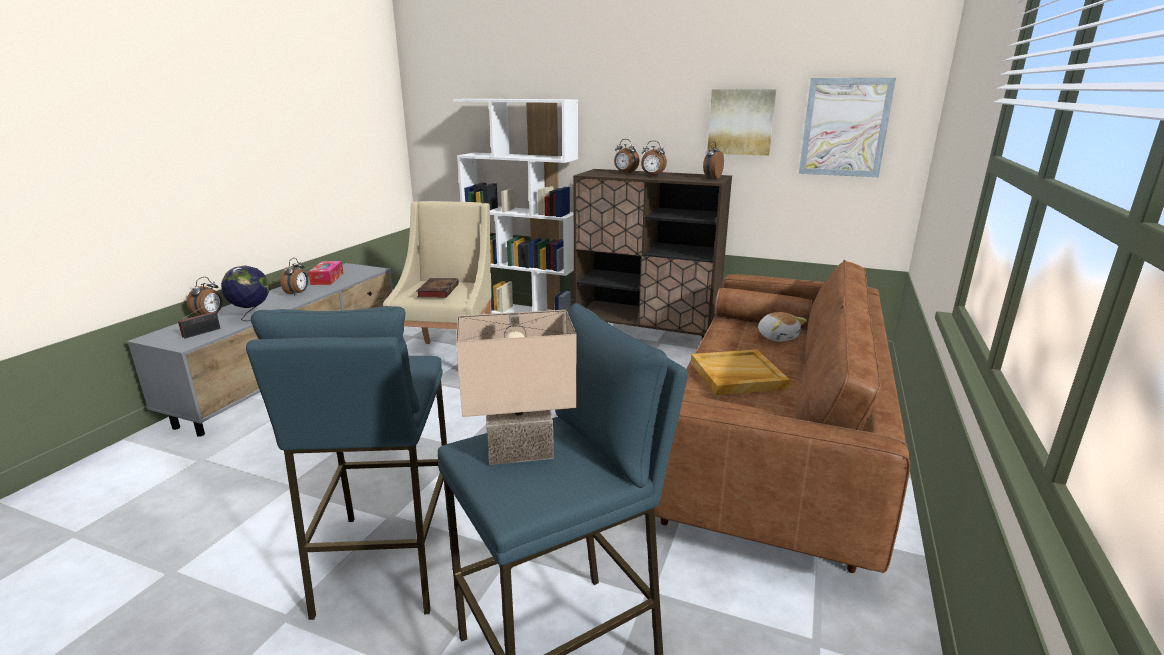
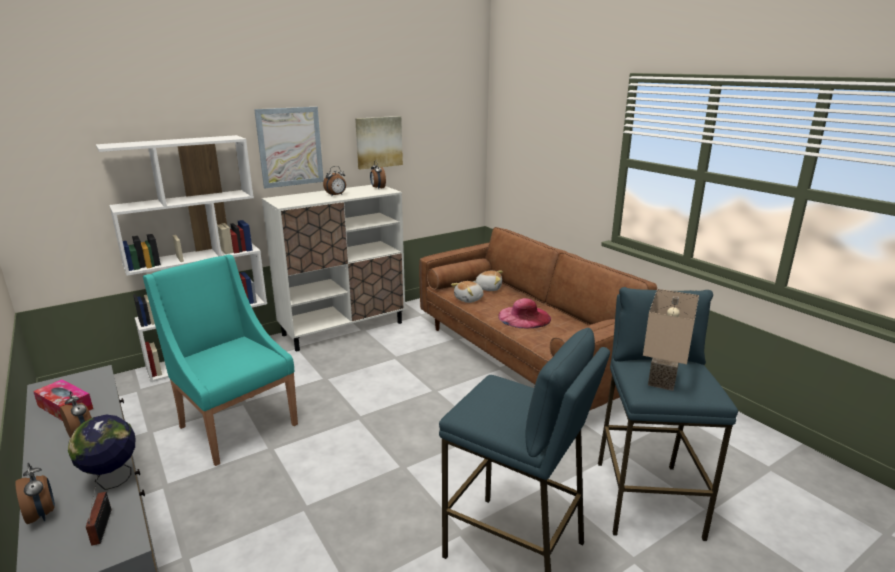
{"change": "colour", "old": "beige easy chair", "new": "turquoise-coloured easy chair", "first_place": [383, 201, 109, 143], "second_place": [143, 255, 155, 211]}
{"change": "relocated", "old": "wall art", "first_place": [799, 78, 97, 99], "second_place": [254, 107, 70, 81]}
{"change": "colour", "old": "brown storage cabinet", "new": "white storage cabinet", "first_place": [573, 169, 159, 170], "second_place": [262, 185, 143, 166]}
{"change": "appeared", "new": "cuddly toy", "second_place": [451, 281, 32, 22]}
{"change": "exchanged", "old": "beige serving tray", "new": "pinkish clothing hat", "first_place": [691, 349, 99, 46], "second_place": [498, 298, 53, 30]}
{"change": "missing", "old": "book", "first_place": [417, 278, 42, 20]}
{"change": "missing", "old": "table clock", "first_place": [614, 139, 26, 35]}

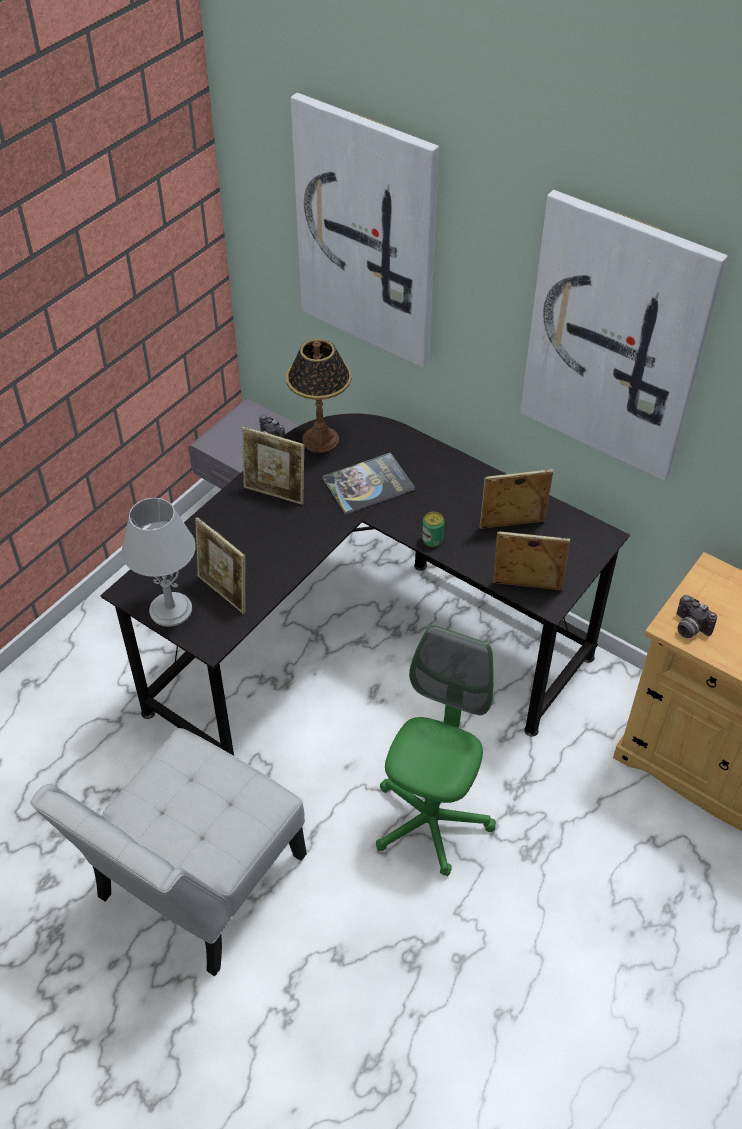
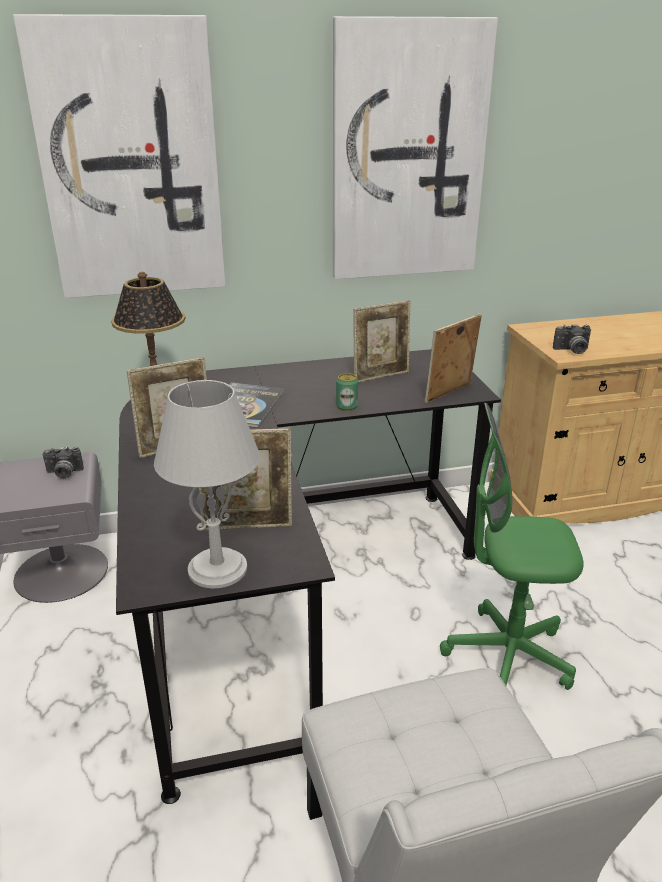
{"change": "spun", "old": "picture frame", "first_place": [479, 469, 74, 60], "second_place": [353, 300, 58, 83], "degrees": -150}
{"change": "spun", "old": "green-coloured desk chair", "first_place": [376, 625, 120, 251], "second_place": [440, 403, 144, 287], "degrees": -60}

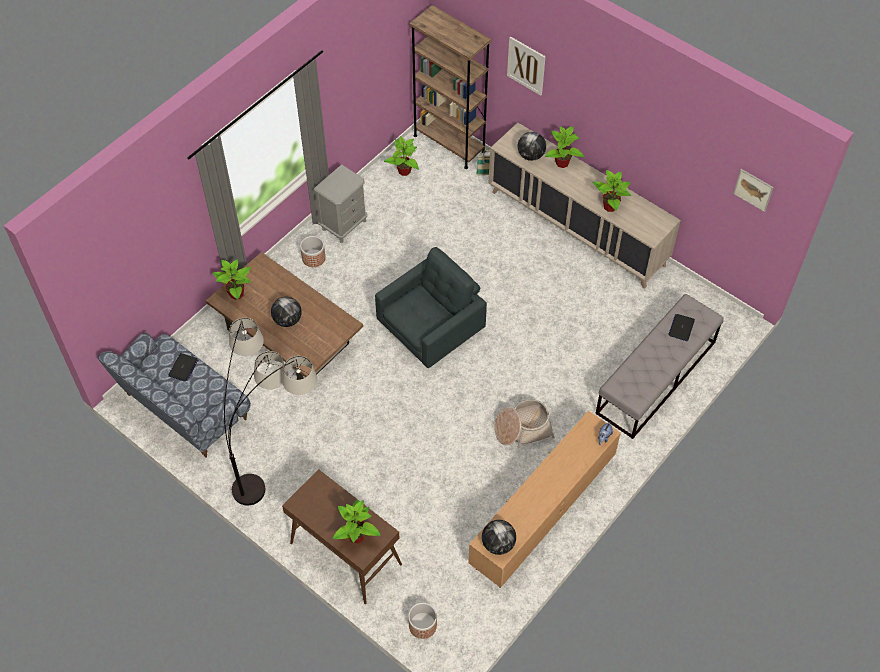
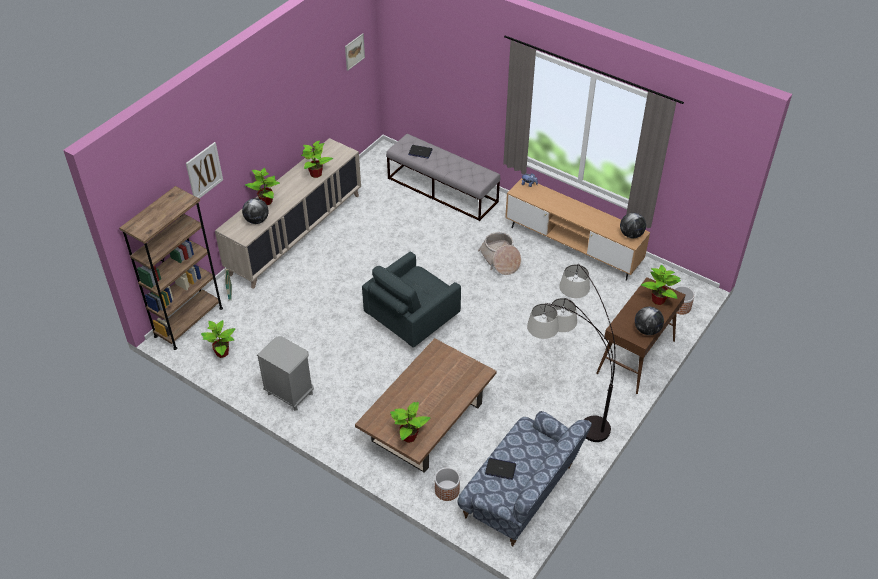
{"change": "spun", "old": "greyish easy chair", "first_place": [375, 247, 112, 121], "second_place": [362, 252, 99, 96], "degrees": -90}
{"change": "relocated", "old": "planter", "first_place": [300, 236, 25, 31], "second_place": [435, 467, 25, 34]}
{"change": "relocated", "old": "globe", "first_place": [271, 297, 31, 30], "second_place": [635, 307, 29, 28]}

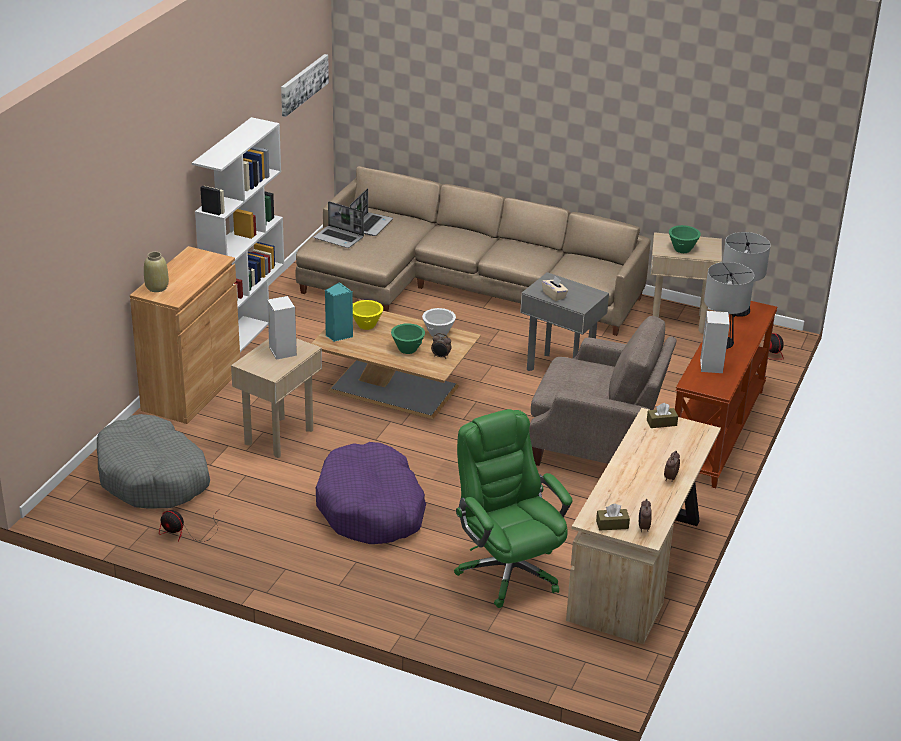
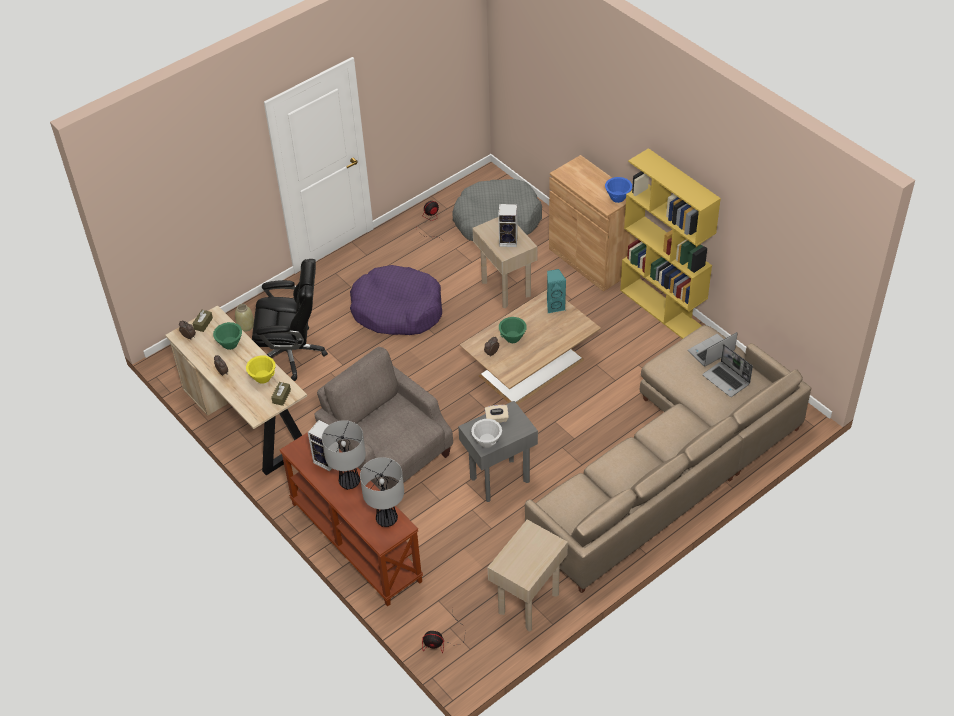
{"change": "relocated", "old": "green-coloured deep dish", "first_place": [669, 225, 32, 28], "second_place": [213, 322, 29, 28]}
{"change": "relocated", "old": "beige vase", "first_place": [144, 252, 25, 40], "second_place": [235, 304, 19, 28]}
{"change": "relocated", "old": "yellowish deep dish", "first_place": [353, 300, 30, 30], "second_place": [246, 356, 30, 28]}
{"change": "colour", "old": "green-coloured desk chair", "new": "blackish desk chair", "first_place": [454, 409, 119, 199], "second_place": [252, 259, 76, 122]}
{"change": "spun", "old": "beige easy chair", "first_place": [529, 316, 148, 150], "second_place": [314, 347, 139, 143], "degrees": 90}
{"change": "relocated", "old": "white deep dish", "first_place": [422, 308, 34, 29], "second_place": [471, 419, 31, 29]}
{"change": "appeared", "new": "blue-coloured deep dish", "second_place": [605, 177, 27, 26]}
{"change": "colour", "old": "white bookcase", "new": "yellowish bookcase", "first_place": [192, 117, 92, 235], "second_place": [620, 148, 101, 191]}
{"change": "missing", "old": "wall art", "first_place": [281, 54, 48, 63]}

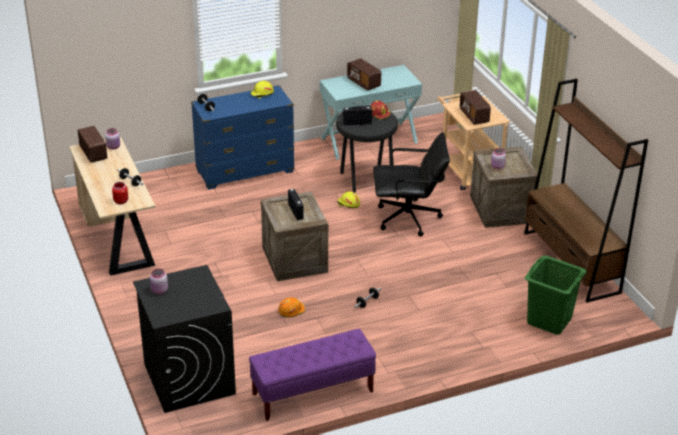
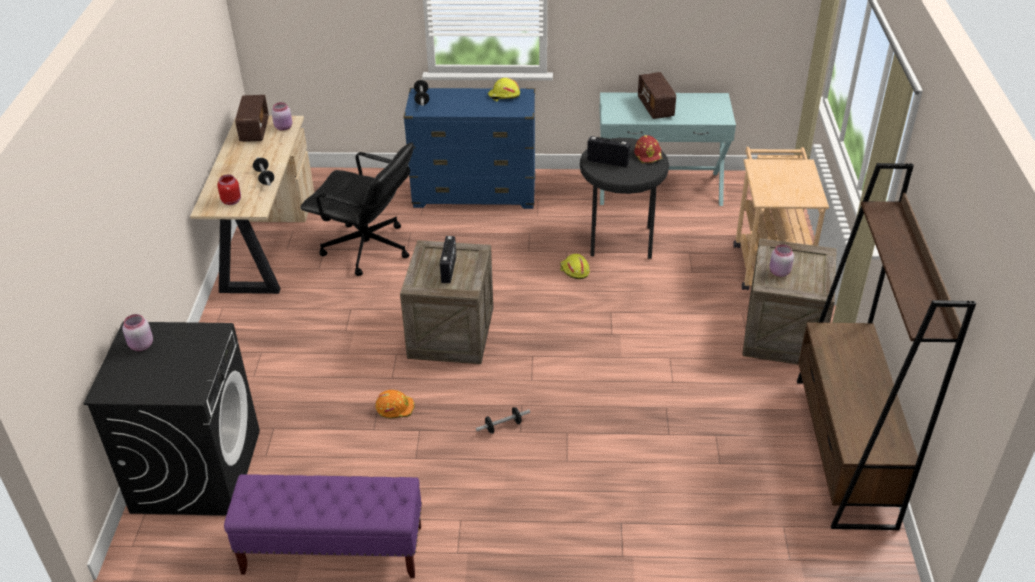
{"change": "relocated", "old": "blackish desk chair", "first_place": [373, 132, 77, 104], "second_place": [301, 143, 113, 133]}
{"change": "missing", "old": "radio set", "first_place": [460, 90, 31, 35]}
{"change": "missing", "old": "green-coloured laundry basket", "first_place": [525, 255, 61, 80]}

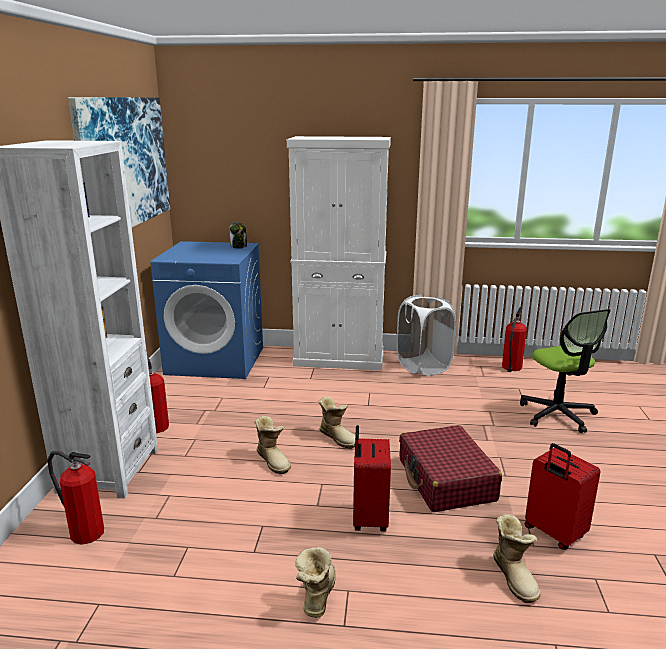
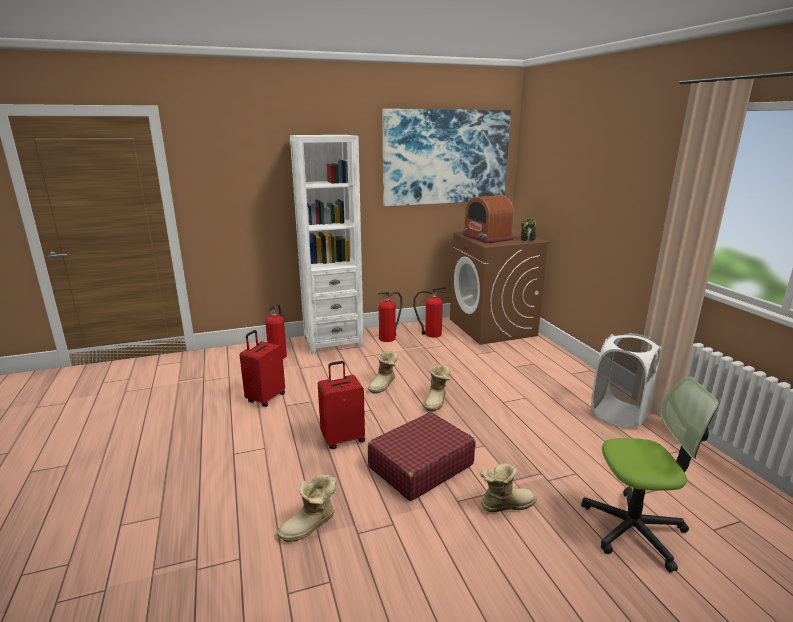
{"change": "relocated", "old": "red-coloured suitcase", "first_place": [525, 443, 75, 107], "second_place": [240, 330, 45, 77]}
{"change": "relocated", "old": "extinguisher", "first_place": [502, 307, 25, 65], "second_place": [413, 287, 33, 51]}
{"change": "colour", "old": "blue-coloured washing machine", "new": "brown washing machine", "first_place": [150, 241, 113, 138], "second_place": [450, 229, 100, 116]}
{"change": "appeared", "new": "radio set", "second_place": [463, 195, 51, 48]}
{"change": "relocated", "old": "tall boot", "first_place": [295, 547, 41, 71], "second_place": [480, 463, 57, 49]}
{"change": "spun", "old": "desk chair", "first_place": [520, 309, 91, 124], "second_place": [581, 377, 138, 195], "degrees": -135}
{"change": "missing", "old": "white storage cabinet", "first_place": [287, 136, 104, 234]}

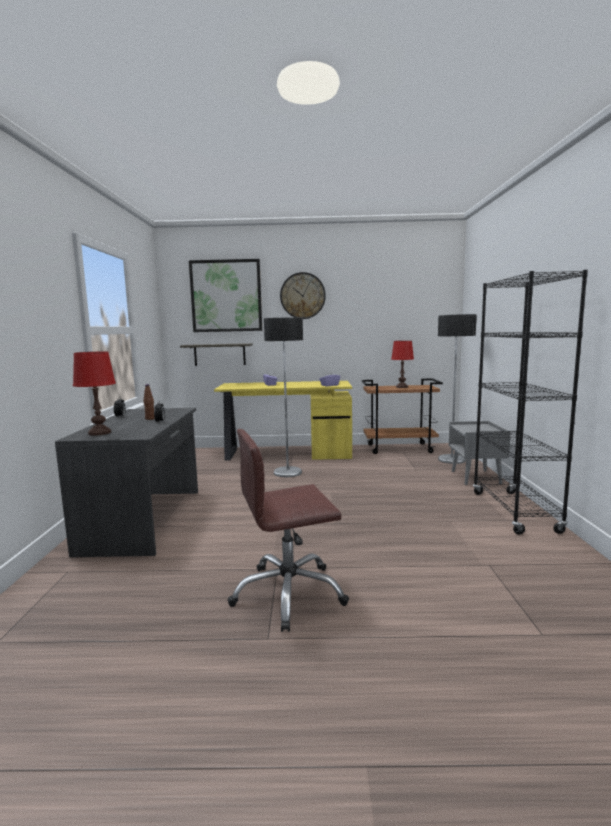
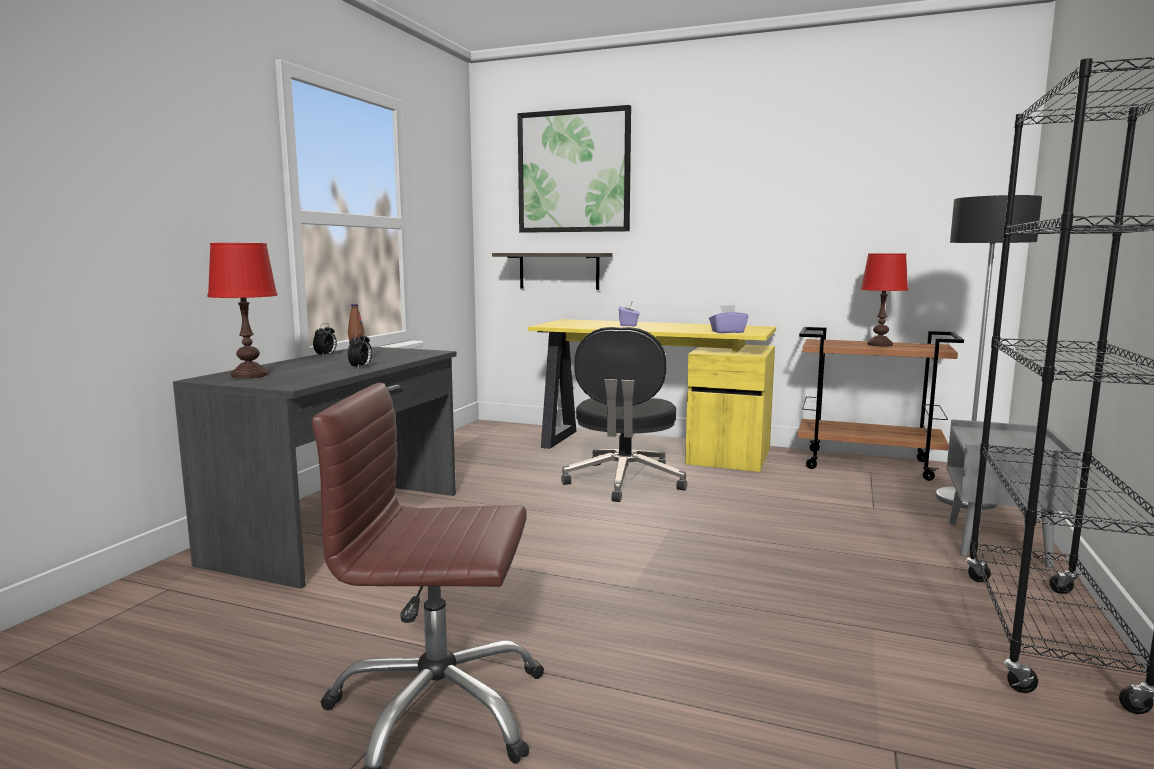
{"change": "exchanged", "old": "standing lamp", "new": "blackish desk chair", "first_place": [264, 317, 39, 160], "second_place": [561, 327, 126, 175]}
{"change": "missing", "old": "clock on the wall", "first_place": [280, 272, 46, 47]}

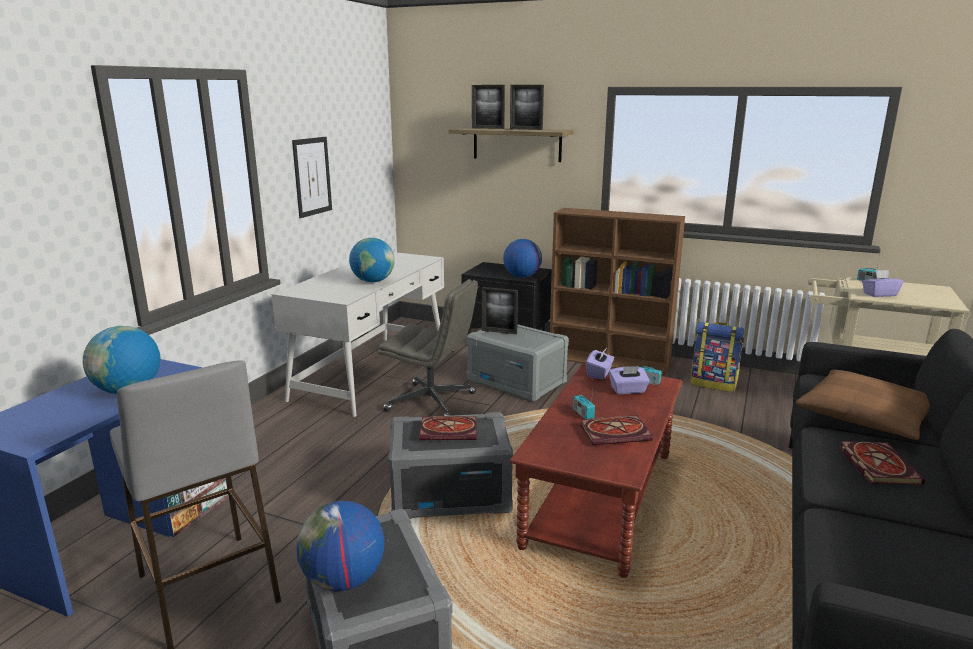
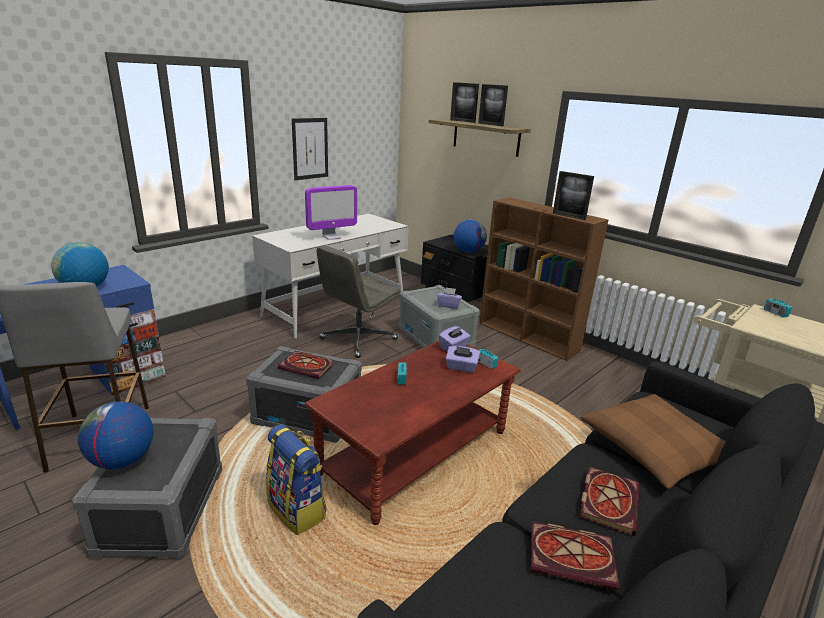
{"change": "relocated", "old": "rucksack", "first_place": [691, 322, 53, 70], "second_place": [266, 424, 61, 111]}
{"change": "exchanged", "old": "globe", "new": "computer display", "first_place": [349, 238, 46, 44], "second_place": [305, 185, 52, 55]}
{"change": "spun", "old": "greyish desk chair", "first_place": [378, 279, 100, 137], "second_place": [317, 245, 83, 113], "degrees": 90}
{"change": "relocated", "old": "purple-coloured box of tissues", "first_place": [862, 270, 41, 27], "second_place": [437, 287, 25, 22]}
{"change": "relocated", "old": "book", "first_place": [580, 415, 73, 30], "second_place": [531, 521, 88, 69]}
{"change": "relocated", "old": "picture frame", "first_place": [482, 287, 36, 47], "second_place": [553, 171, 41, 49]}

